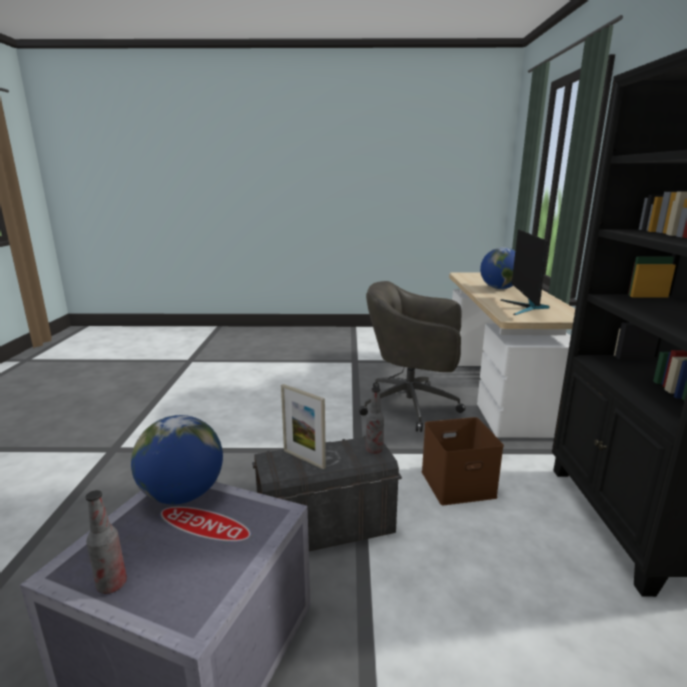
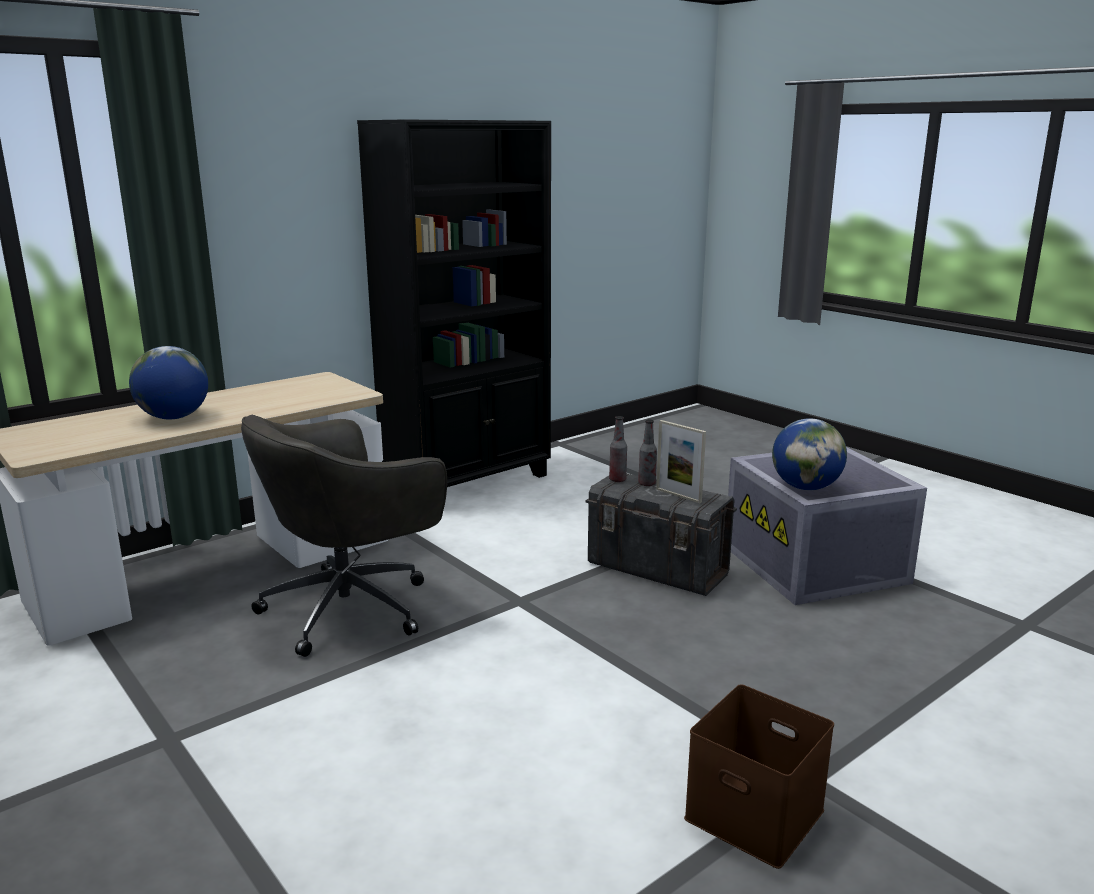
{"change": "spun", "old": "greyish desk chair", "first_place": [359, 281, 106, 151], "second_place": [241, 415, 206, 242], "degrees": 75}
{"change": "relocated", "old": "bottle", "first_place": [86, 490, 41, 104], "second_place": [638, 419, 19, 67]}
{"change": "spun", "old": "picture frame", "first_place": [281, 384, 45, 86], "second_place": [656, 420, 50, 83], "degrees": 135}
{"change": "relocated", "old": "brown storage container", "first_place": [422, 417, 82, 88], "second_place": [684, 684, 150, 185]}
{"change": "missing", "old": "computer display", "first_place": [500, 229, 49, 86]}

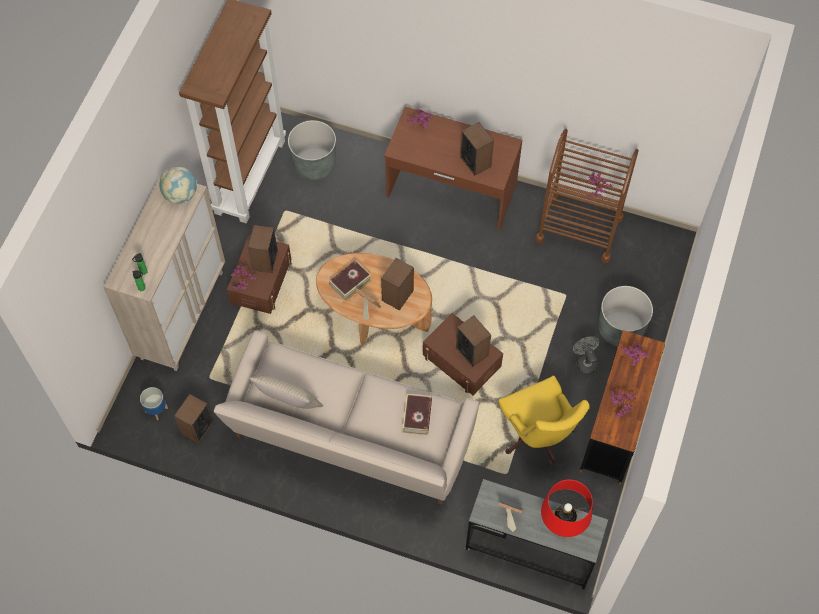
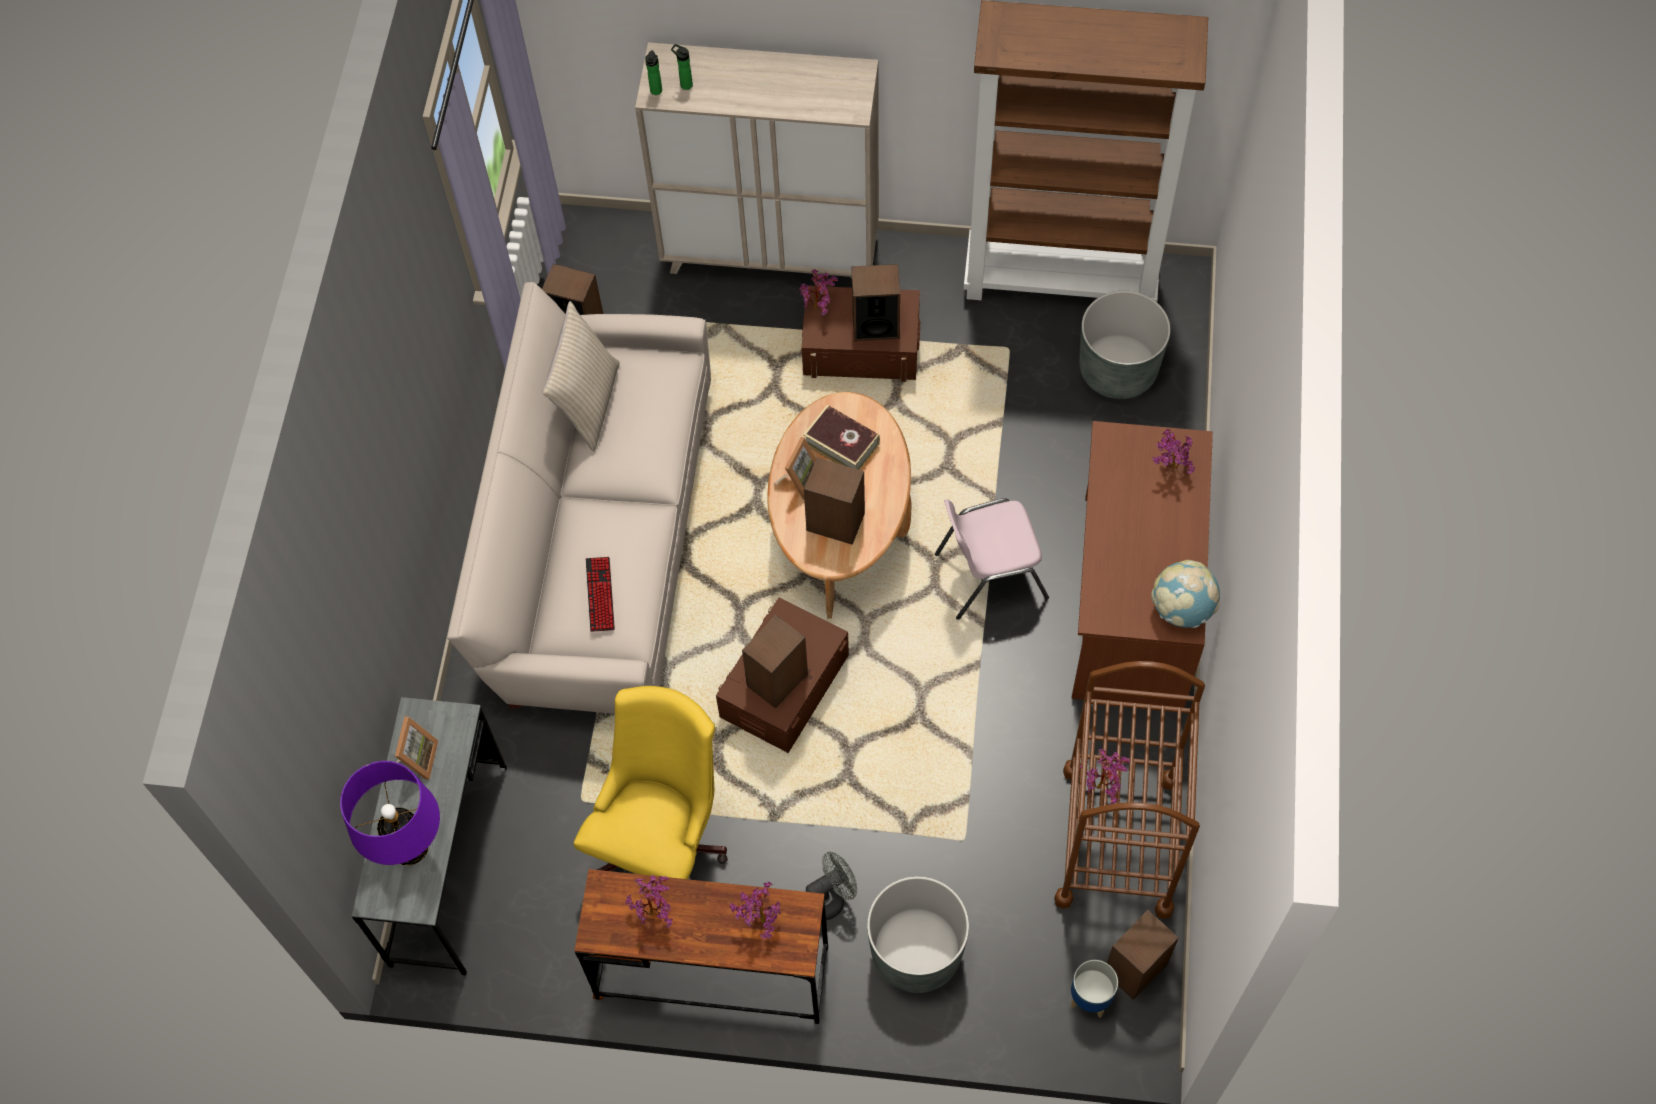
{"change": "colour", "old": "red-coloured tabletop lamp", "new": "purple-coloured tabletop lamp", "first_place": [541, 480, 52, 57], "second_place": [340, 761, 100, 104]}
{"change": "spun", "old": "yellowish desk chair", "first_place": [498, 376, 92, 90], "second_place": [574, 686, 154, 193], "degrees": 150}
{"change": "exchanged", "old": "book", "new": "computer keyboard", "first_place": [403, 394, 29, 41], "second_place": [586, 557, 29, 75]}
{"change": "appeared", "new": "pinkish upright chair", "second_place": [935, 498, 114, 122]}
{"change": "relocated", "old": "planter", "first_place": [140, 387, 28, 33], "second_place": [1071, 960, 47, 58]}
{"change": "relocated", "old": "loudspeaker", "first_place": [460, 122, 34, 54], "second_place": [1107, 910, 72, 90]}
{"change": "relocated", "old": "globe", "first_place": [159, 167, 38, 37], "second_place": [1151, 560, 69, 68]}

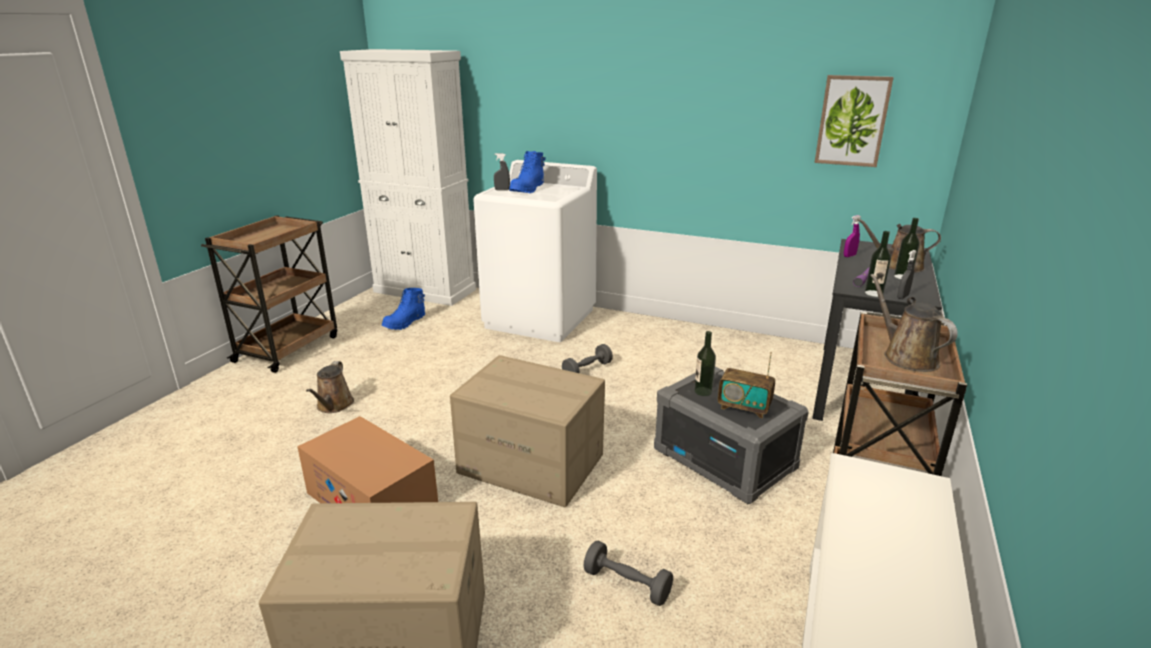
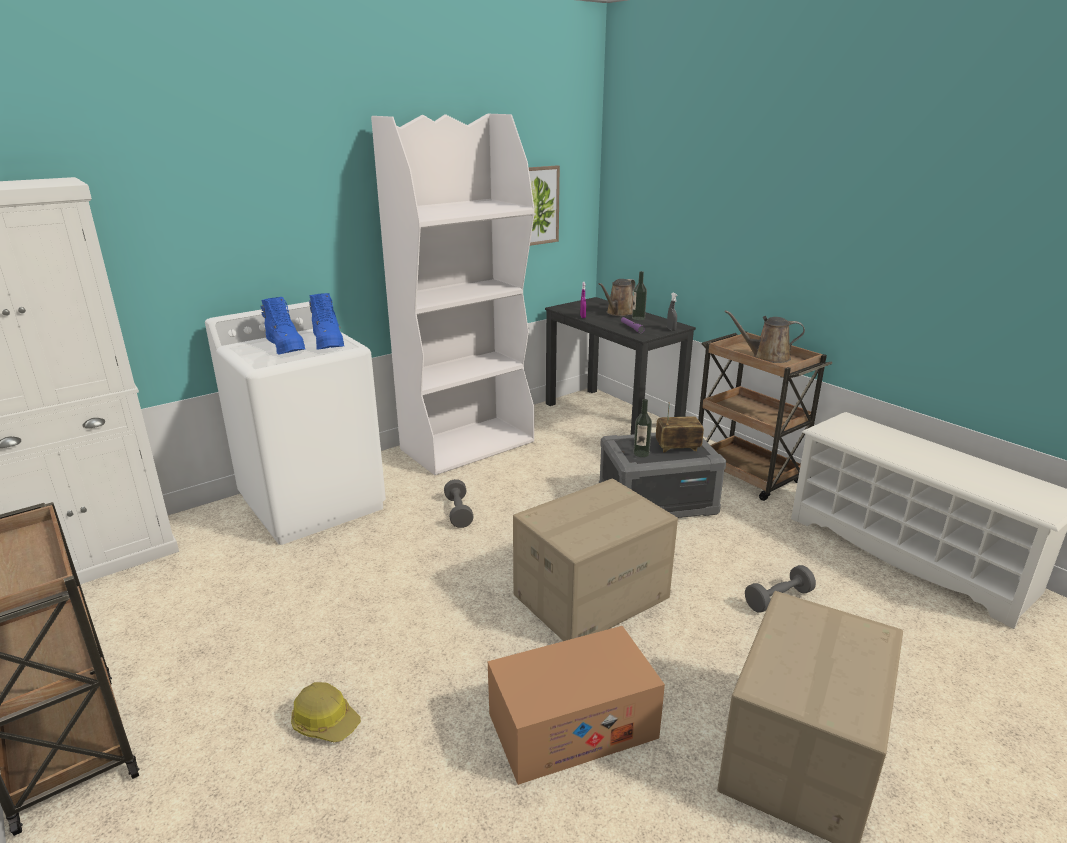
{"change": "exchanged", "old": "brown watering can", "new": "work helmet", "first_place": [306, 361, 48, 52], "second_place": [291, 682, 70, 60]}
{"change": "relocated", "old": "blue-coloured tall boot", "first_place": [381, 288, 44, 42], "second_place": [309, 293, 35, 57]}
{"change": "appeared", "new": "white bookcase", "second_place": [371, 114, 163, 361]}
{"change": "spun", "old": "radio set", "first_place": [718, 352, 57, 66], "second_place": [656, 402, 48, 50], "degrees": -150}
{"change": "missing", "old": "greyish hand sprayer", "first_place": [494, 153, 16, 37]}
{"change": "missing", "old": "bottle", "first_place": [865, 231, 26, 66]}

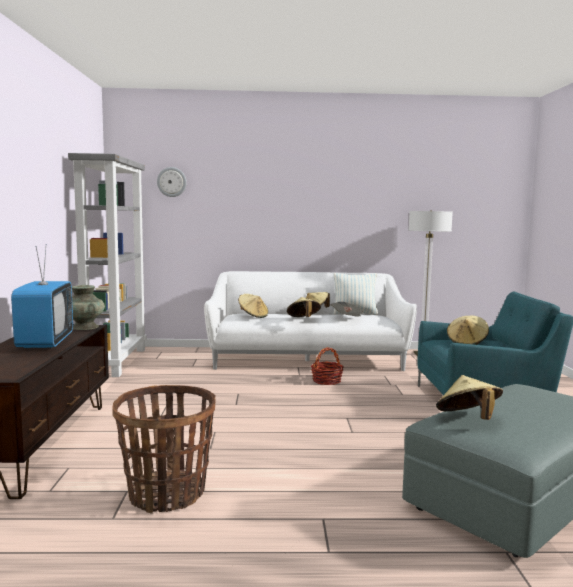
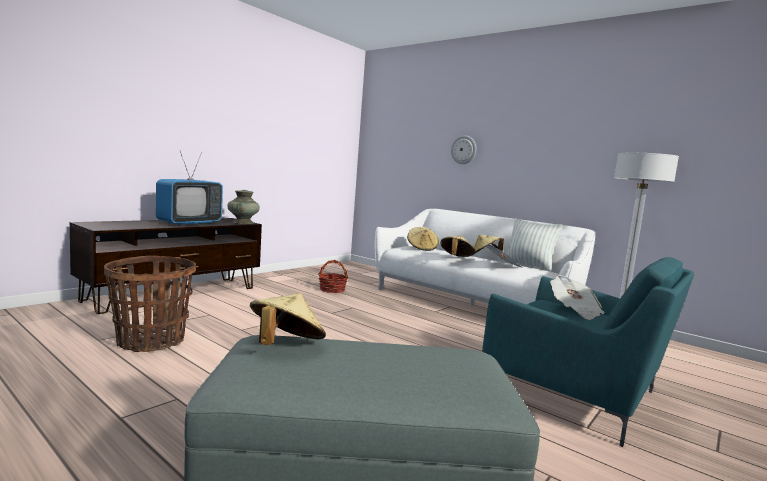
{"change": "relocated", "old": "household basket", "first_place": [311, 347, 33, 38], "second_place": [318, 260, 30, 33]}
{"change": "relocated", "old": "clock on the wall", "first_place": [157, 167, 30, 30], "second_place": [451, 135, 25, 29]}
{"change": "exchanged", "old": "beige clothing hat", "new": "daily paper", "first_place": [447, 316, 42, 29], "second_place": [550, 275, 55, 45]}
{"change": "missing", "old": "greyish bookcase", "first_place": [68, 153, 79, 224]}

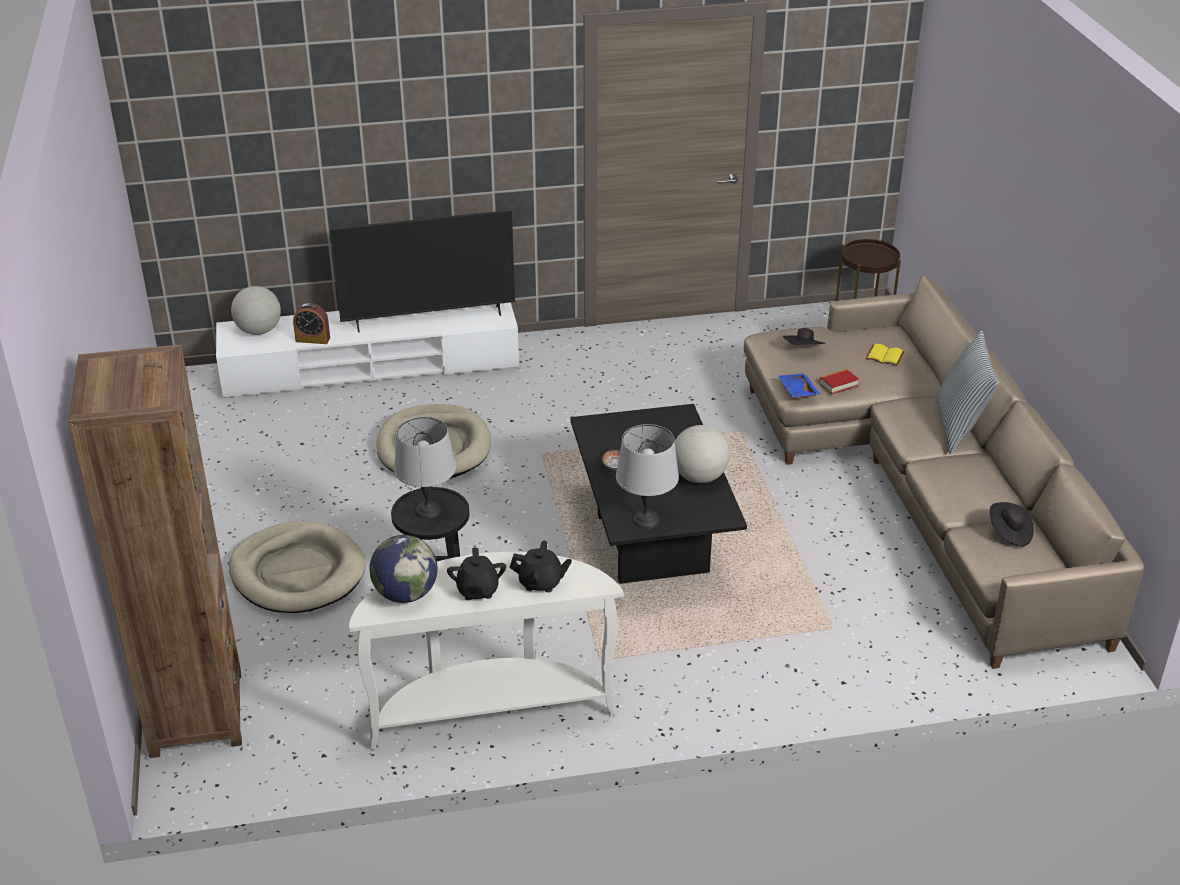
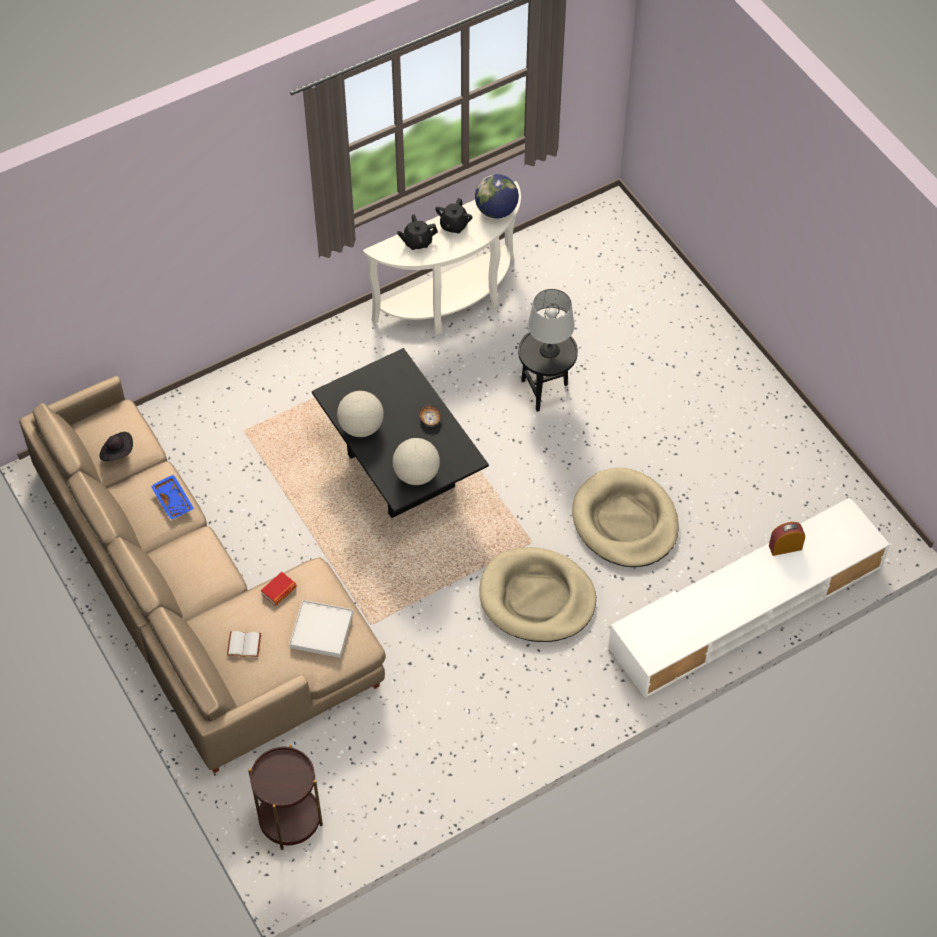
{"change": "relocated", "old": "blue-coloured serving tray", "first_place": [778, 373, 43, 25], "second_place": [151, 474, 43, 46]}
{"change": "colour", "old": "yellowish book", "new": "white book", "first_place": [866, 344, 38, 22], "second_place": [227, 631, 34, 26]}
{"change": "exchanged", "old": "blackish clothing hat", "new": "white serving tray", "first_place": [783, 328, 42, 17], "second_place": [289, 600, 64, 58]}
{"change": "relocated", "old": "globe", "first_place": [231, 286, 50, 49], "second_place": [393, 438, 47, 47]}
{"change": "spun", "old": "blackish teapot", "first_place": [447, 548, 59, 52], "second_place": [435, 198, 38, 36], "degrees": -135}
{"change": "relocated", "old": "beige dog bed", "first_place": [229, 521, 137, 92], "second_place": [479, 547, 117, 95]}
{"change": "missing", "old": "brown bookcase", "first_place": [69, 344, 173, 414]}
{"change": "missing", "old": "TV set", "first_place": [330, 210, 185, 123]}
{"change": "missing", "old": "greyish tabletop lamp", "first_place": [616, 424, 63, 105]}
{"change": "missing", "old": "throw pillow", "first_place": [936, 330, 63, 124]}

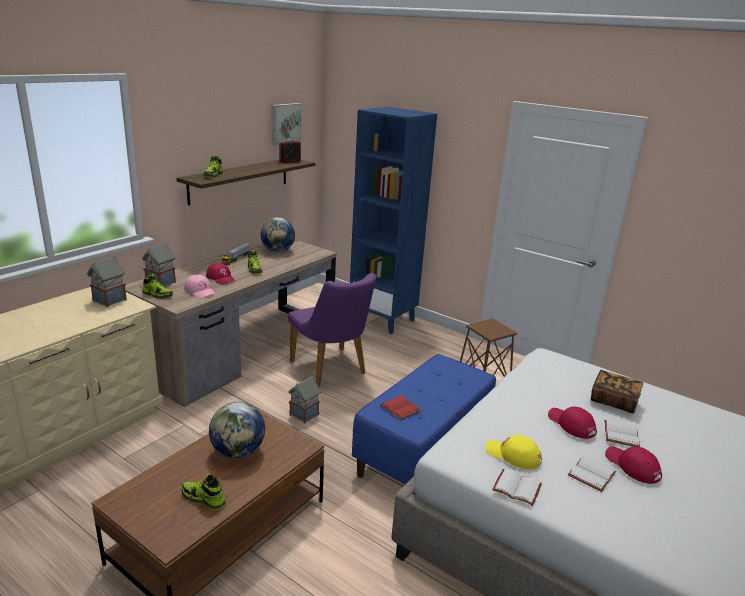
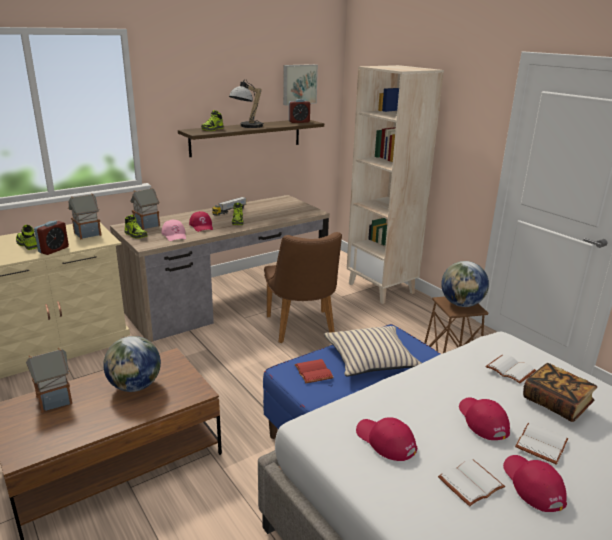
{"change": "relocated", "old": "low shoe", "first_place": [182, 475, 44, 35], "second_place": [16, 225, 21, 25]}
{"change": "relocated", "old": "toy house", "first_place": [288, 376, 33, 48], "second_place": [26, 348, 46, 65]}
{"change": "appeared", "new": "table clock", "second_place": [34, 220, 35, 35]}
{"change": "appeared", "new": "tabletop lamp", "second_place": [229, 79, 35, 49]}
{"change": "colour", "old": "purple-coloured upright chair", "new": "brown upright chair", "first_place": [288, 273, 88, 113], "second_place": [264, 232, 78, 111]}
{"change": "appeared", "new": "beige throw pillow", "second_place": [323, 326, 98, 51]}
{"change": "colour", "old": "blue-coloured bookcase", "new": "beige bookcase", "first_place": [350, 107, 87, 227], "second_place": [347, 65, 97, 239]}
{"change": "colour", "old": "yellowish peaked cap", "new": "red-coloured peaked cap", "first_place": [486, 435, 56, 34], "second_place": [356, 418, 61, 43]}
{"change": "relocated", "old": "globe", "first_place": [261, 217, 34, 35], "second_place": [441, 261, 48, 46]}
{"change": "relocated", "old": "white book", "first_place": [492, 469, 50, 37], "second_place": [485, 354, 51, 30]}

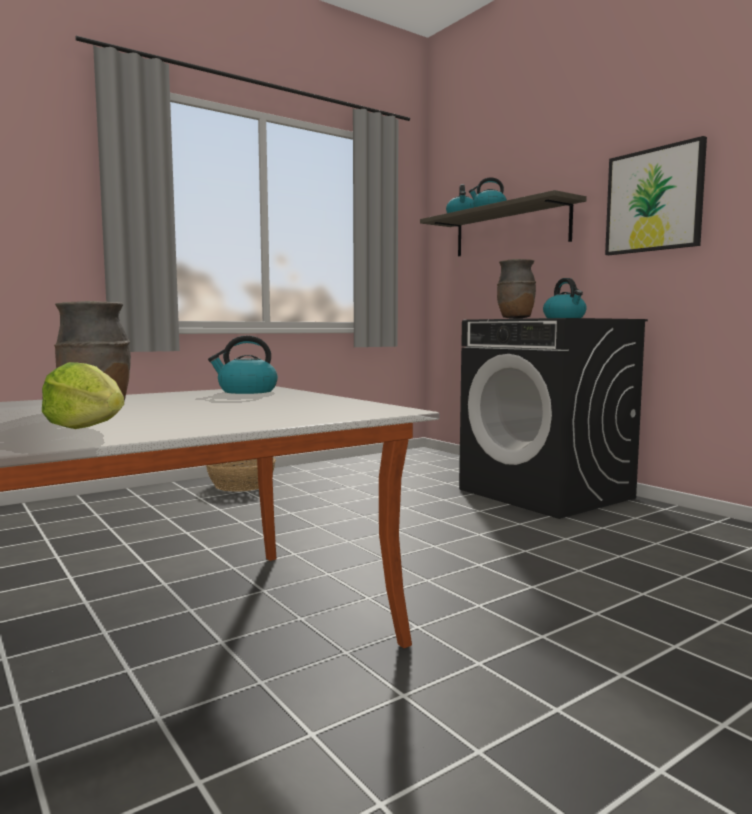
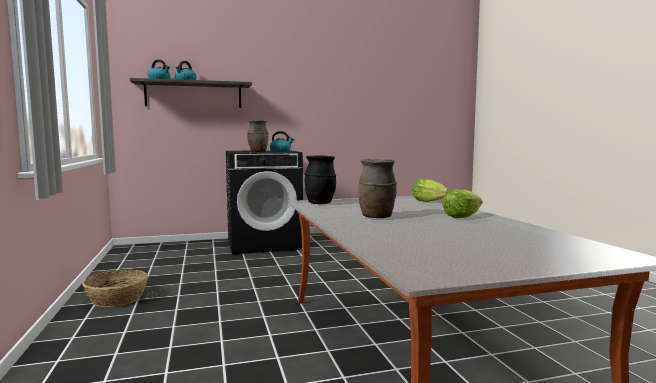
{"change": "exchanged", "old": "kettle", "new": "blackish vase", "first_place": [208, 336, 70, 58], "second_place": [304, 155, 32, 49]}
{"change": "appeared", "new": "lettuce head", "second_place": [412, 179, 37, 23]}
{"change": "missing", "old": "wall art", "first_place": [605, 136, 102, 119]}

